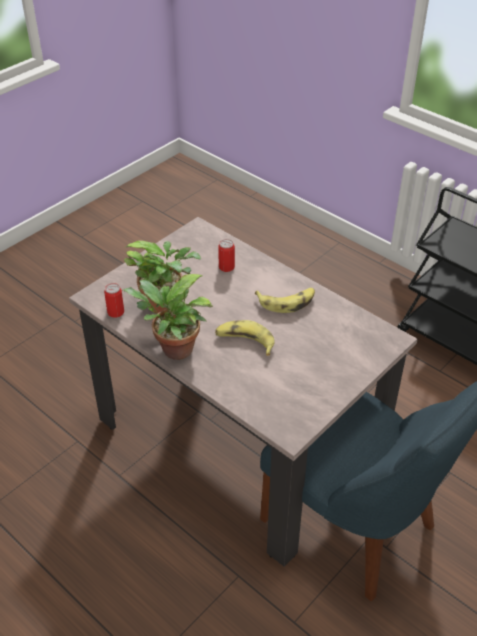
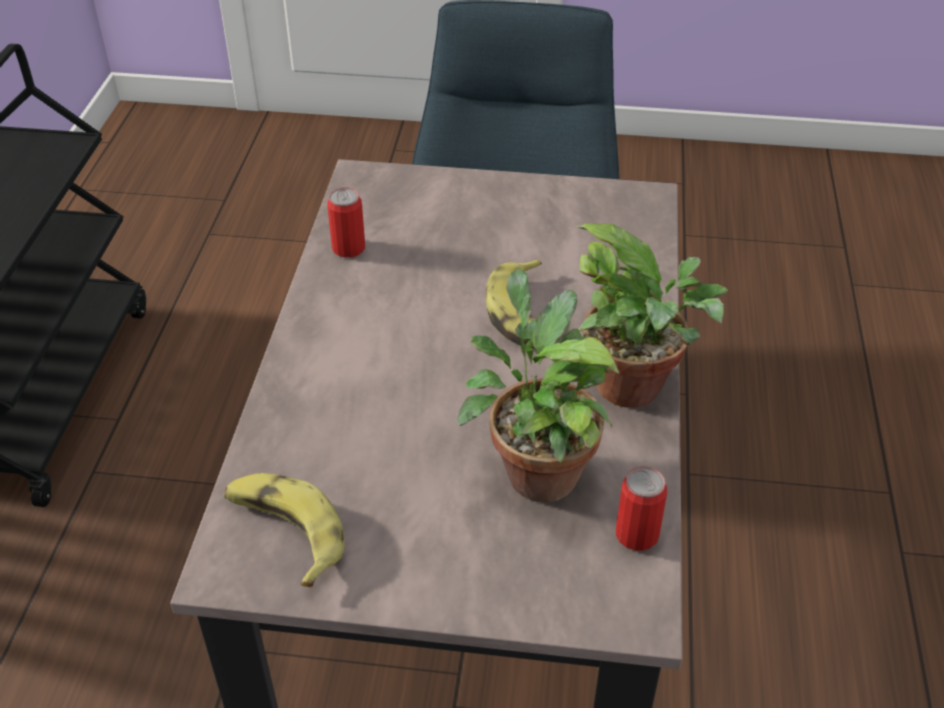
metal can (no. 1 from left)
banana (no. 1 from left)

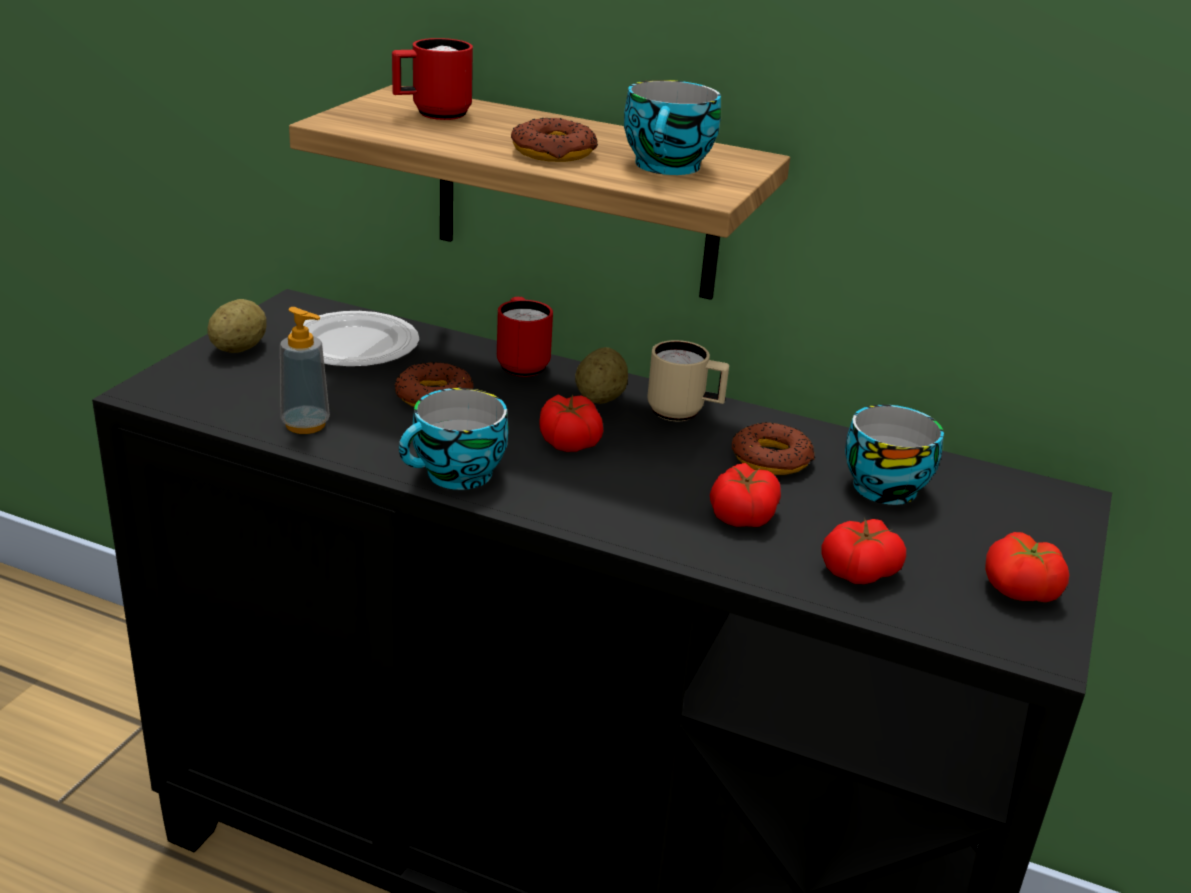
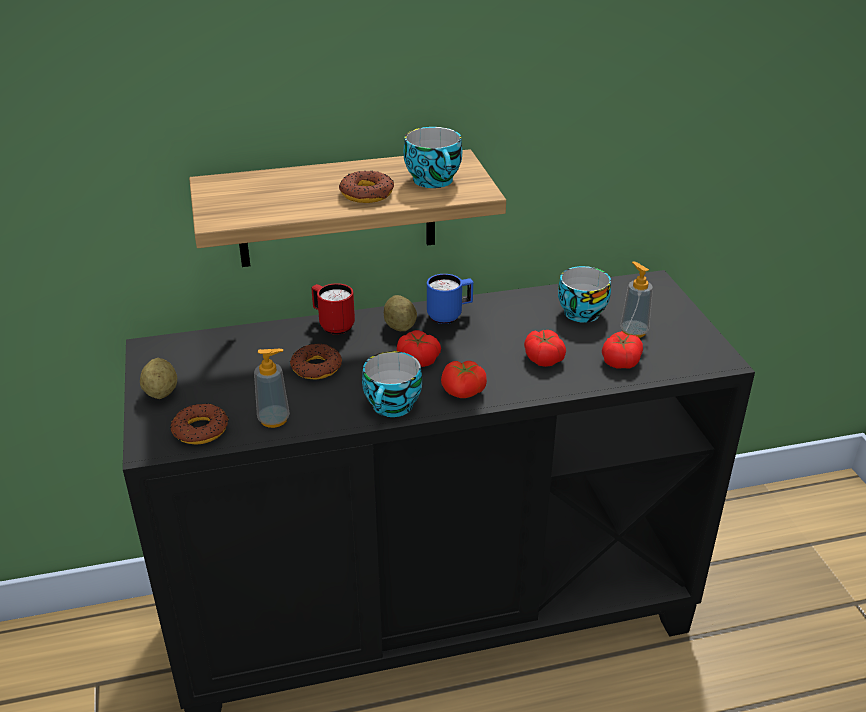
dinner plate
red-coloured mug (no. 1 from left in the first image)
bluish mug
ring doughnut (no. 1 from left)
fresh tomato (no. 2 from left)
soap bottle (no. 2 from left)

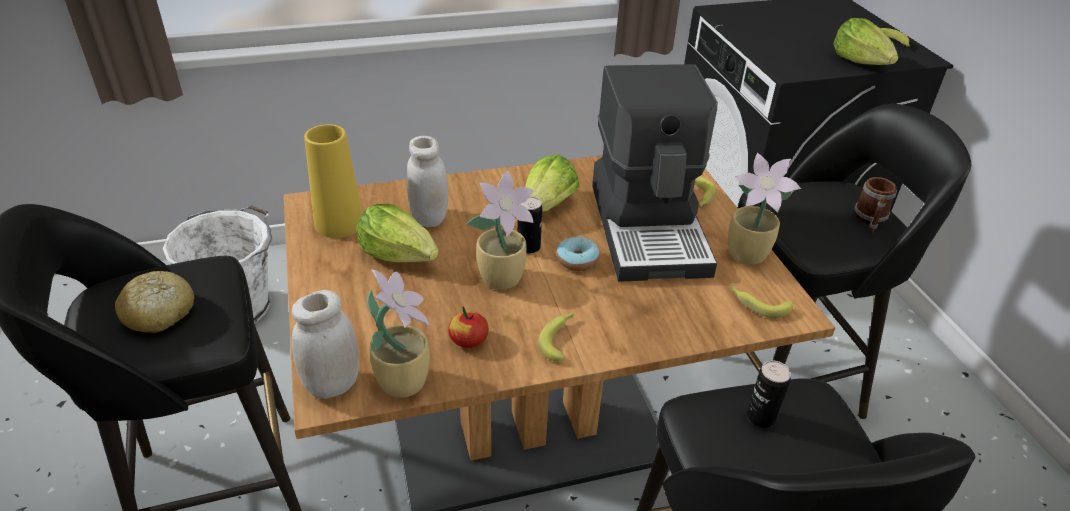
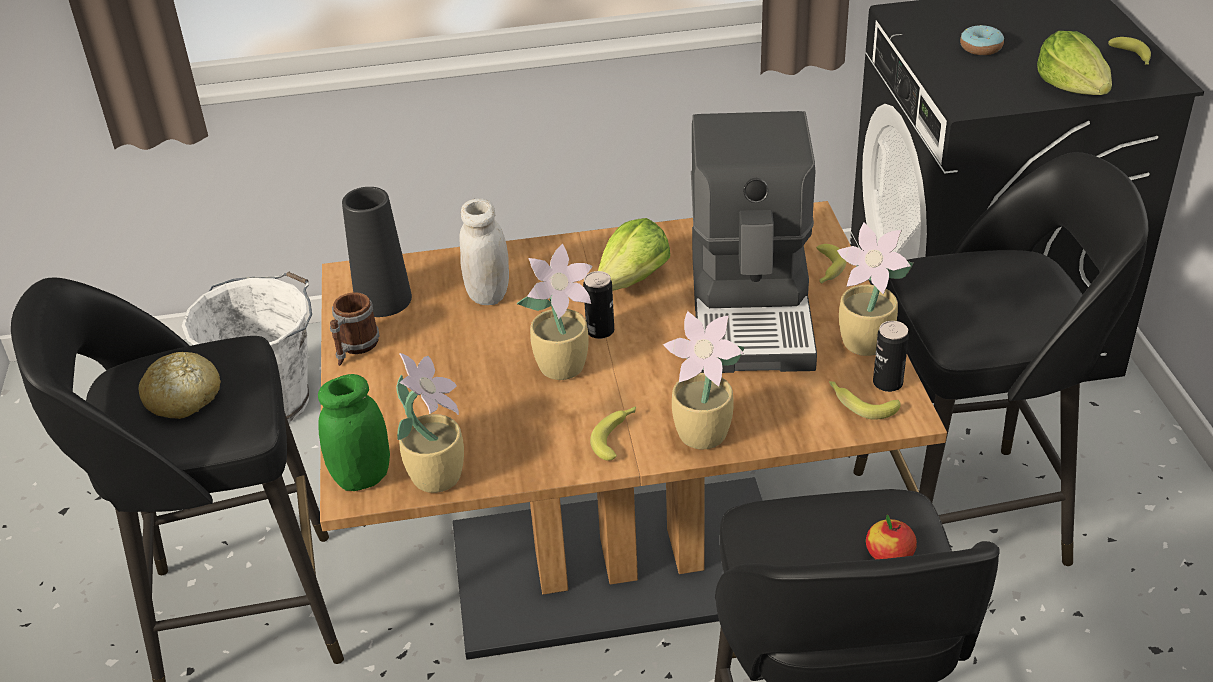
greenish preserve jar
black-coloured vase
lettuce head (no. 1 from left in the first image)
apple
ring doughnut
metal can (no. 2 from left)
mug
houseplant (no. 3 from left)

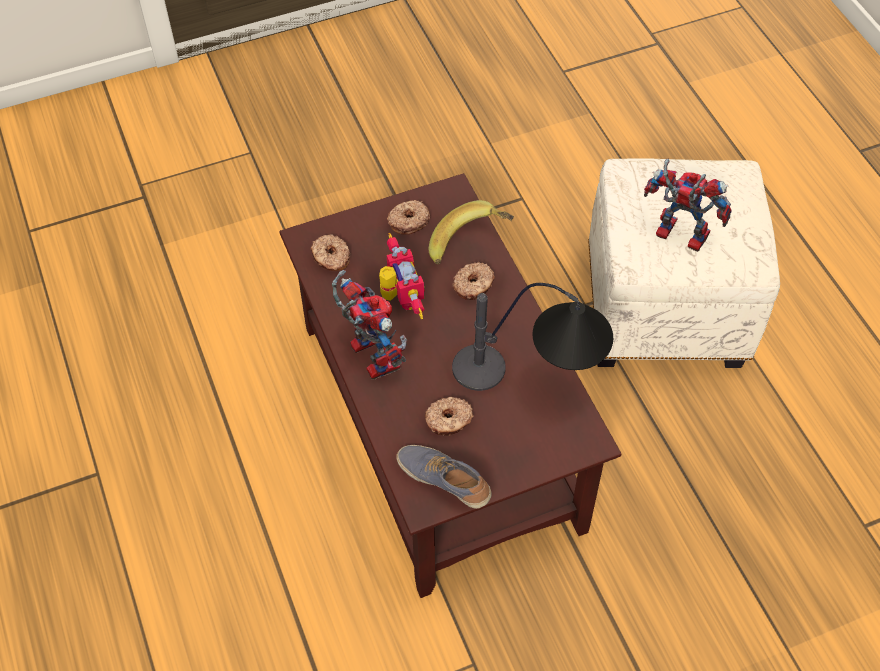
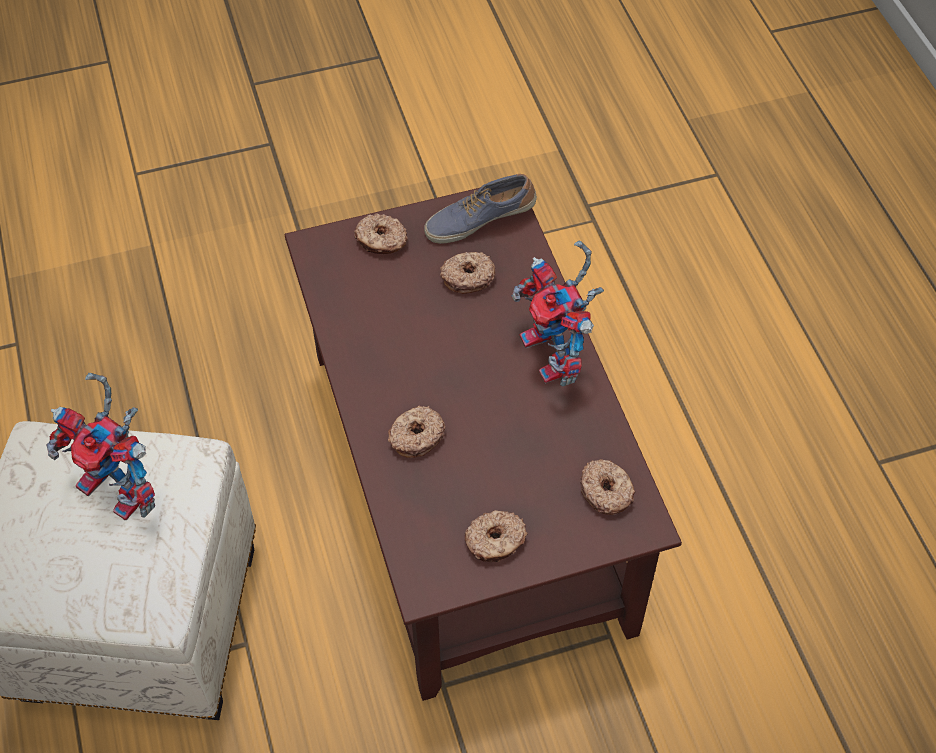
toy robot (no. 2 from left in the first image)
item of footwear
banana
tabletop lamp
ring doughnut (no. 1 from left)

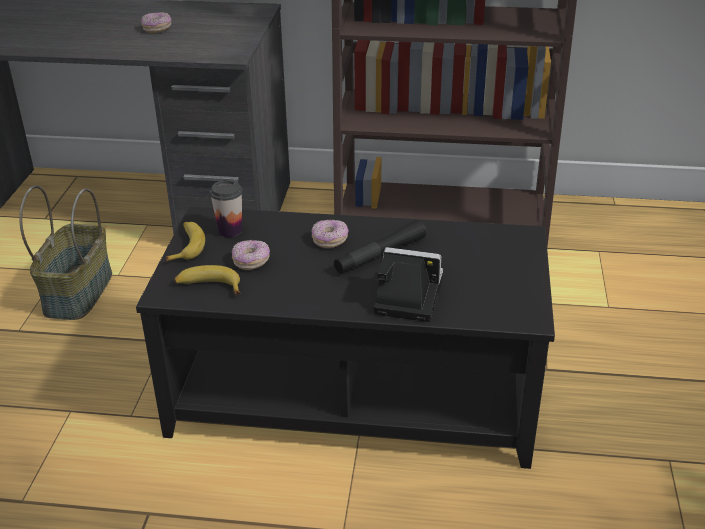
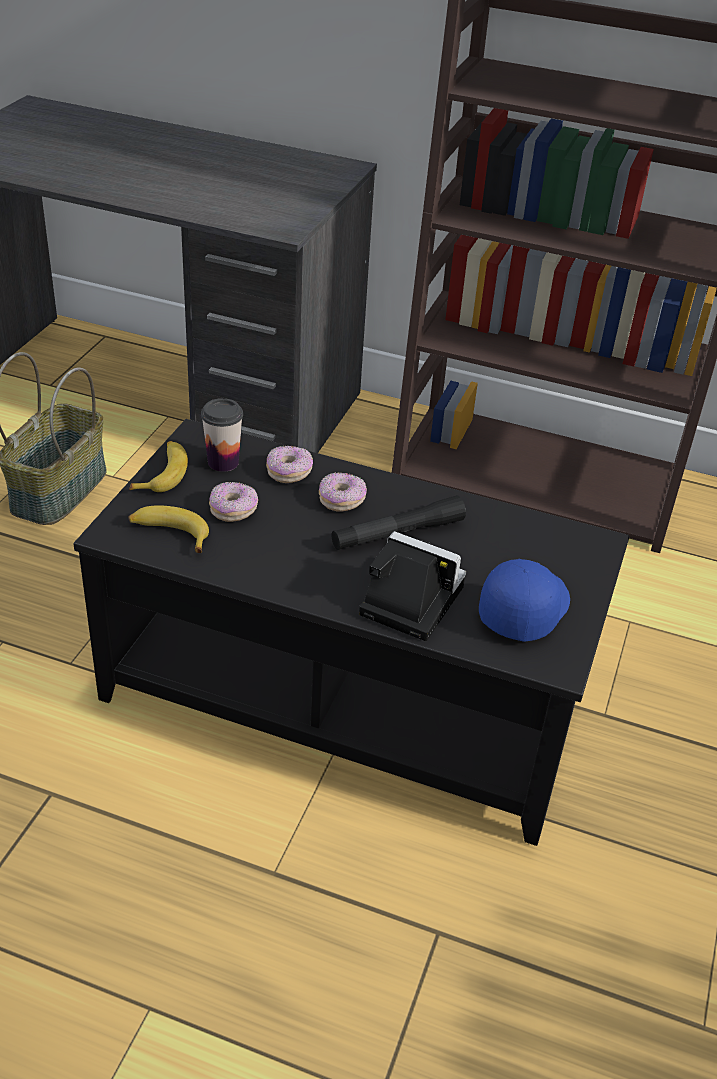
ring doughnut (no. 2 from left)
bluish cap

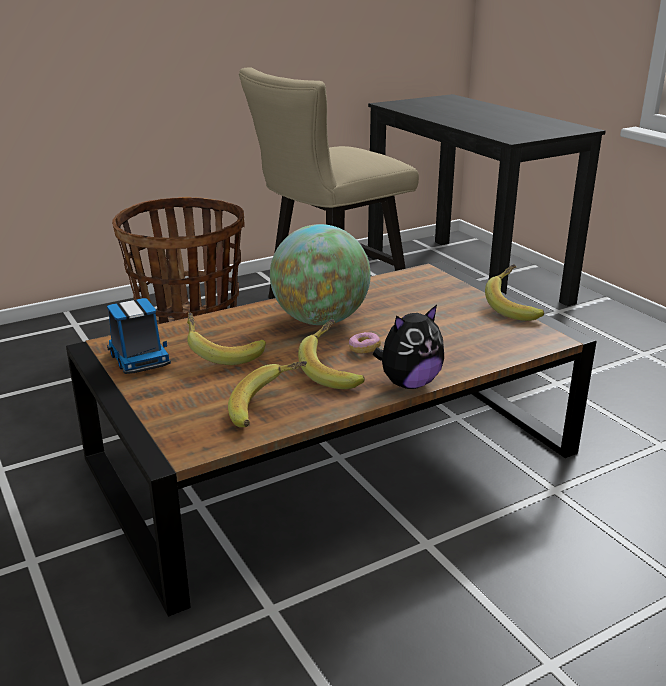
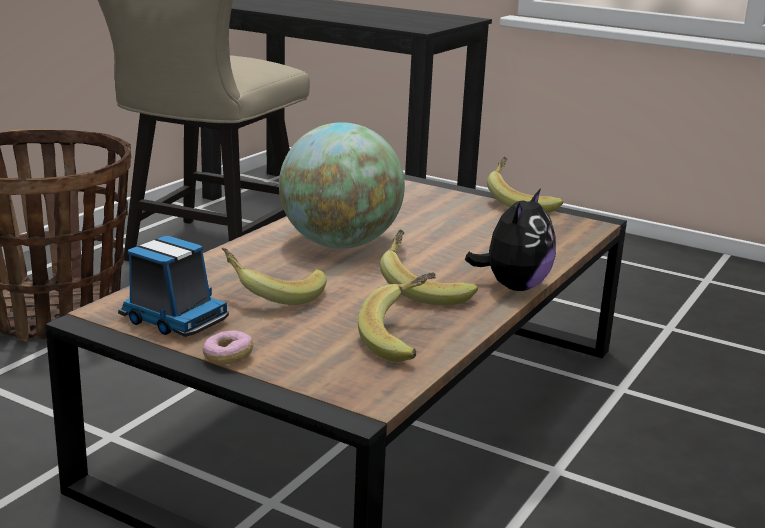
ring doughnut

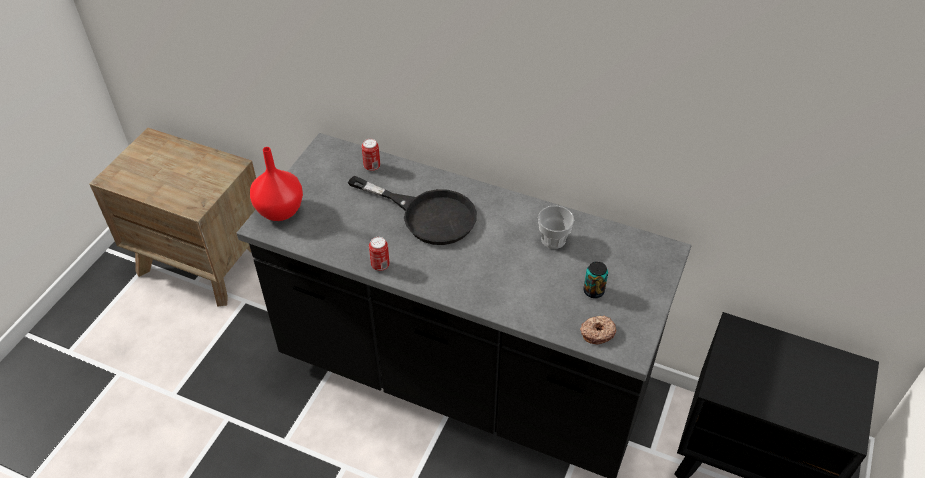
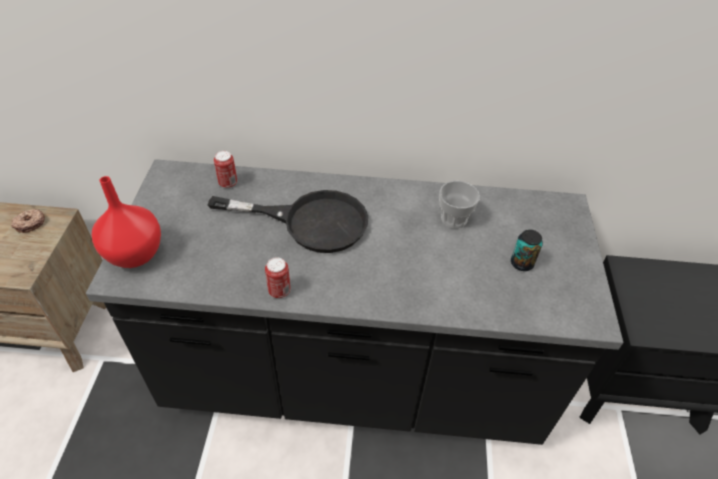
ring doughnut

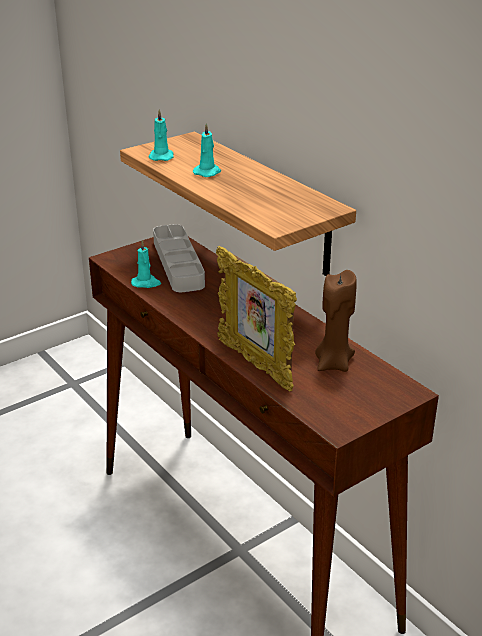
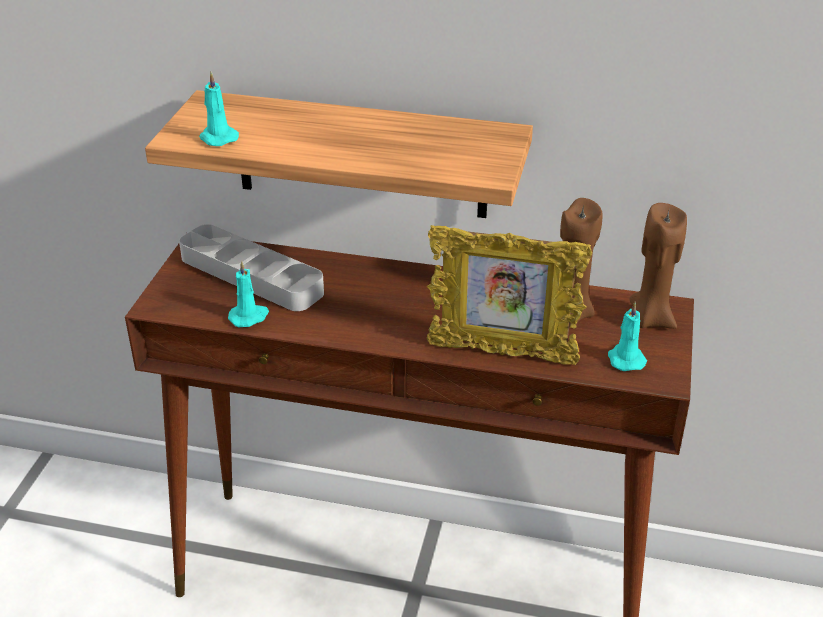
blue-green candle (no. 3 from left)
brown candle (no. 2 from left)

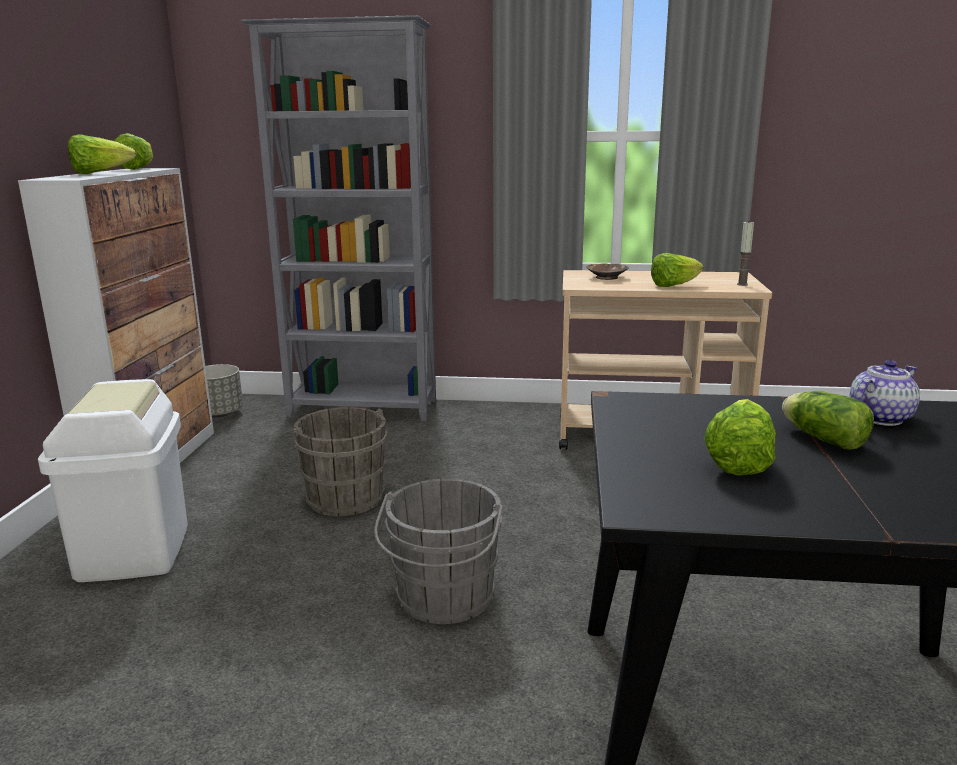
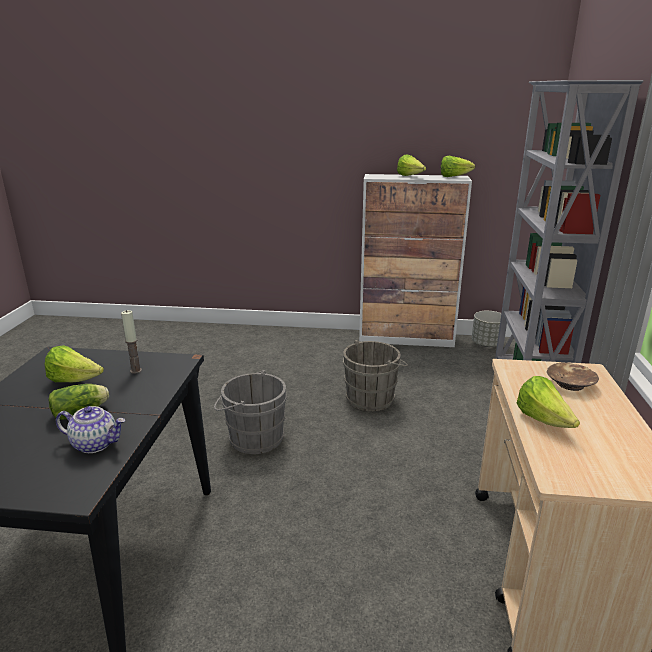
white-coloured waste bin
candle
teapot

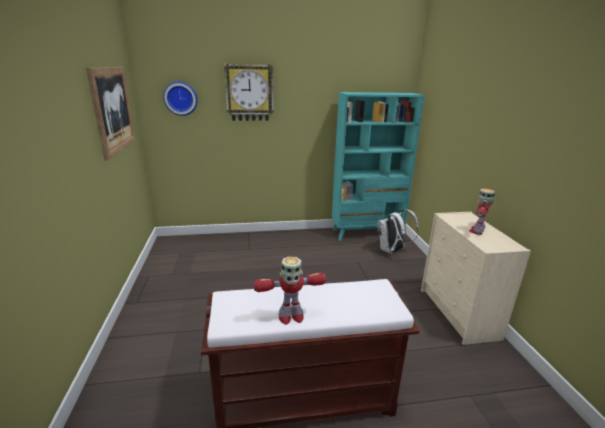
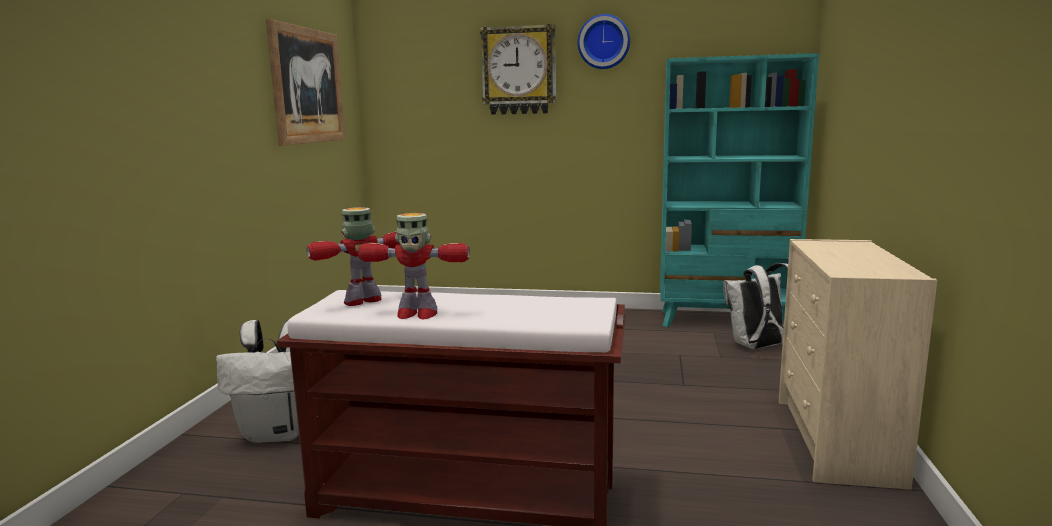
hanging clock (no. 2 from left)
toy robot (no. 1 from left)
white-coloured knapsack (no. 1 from left)

